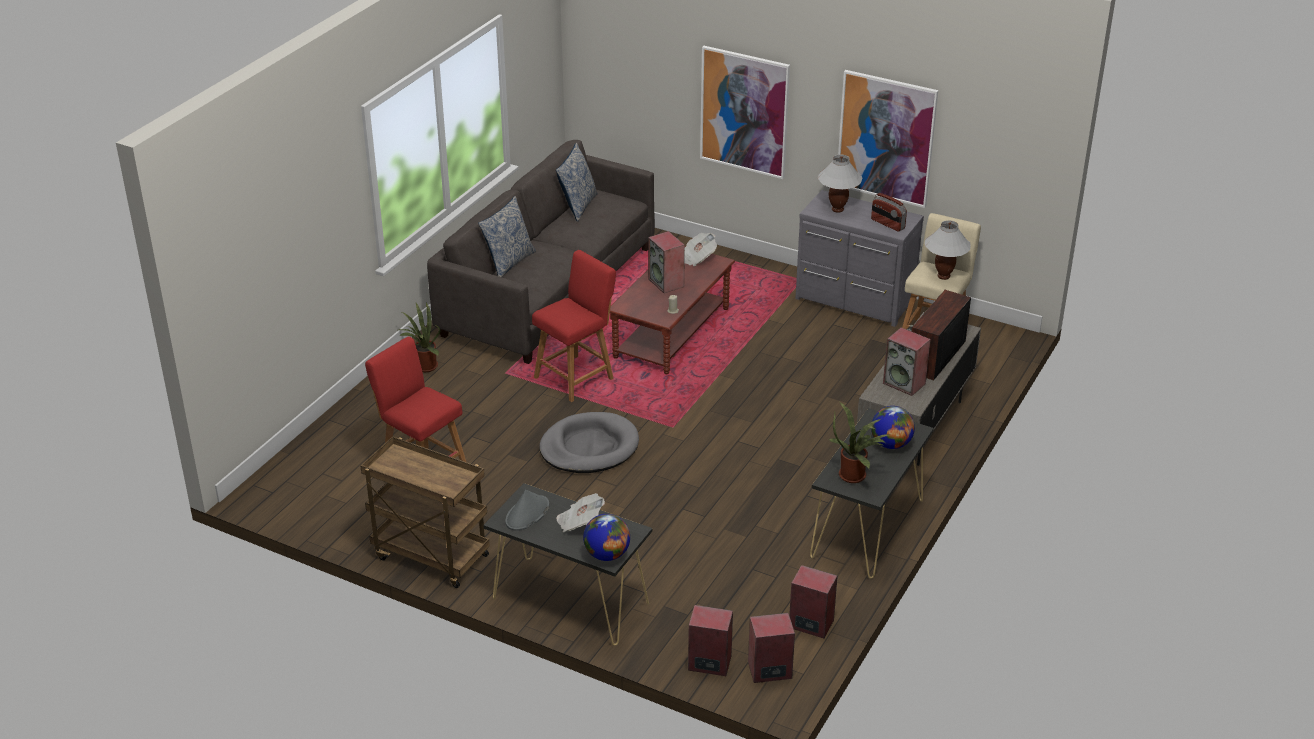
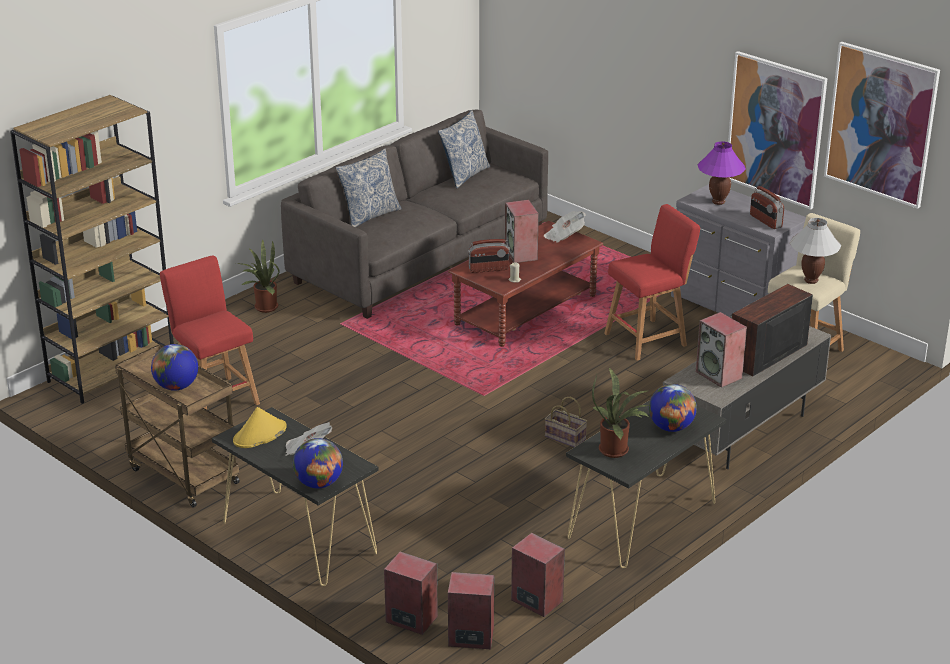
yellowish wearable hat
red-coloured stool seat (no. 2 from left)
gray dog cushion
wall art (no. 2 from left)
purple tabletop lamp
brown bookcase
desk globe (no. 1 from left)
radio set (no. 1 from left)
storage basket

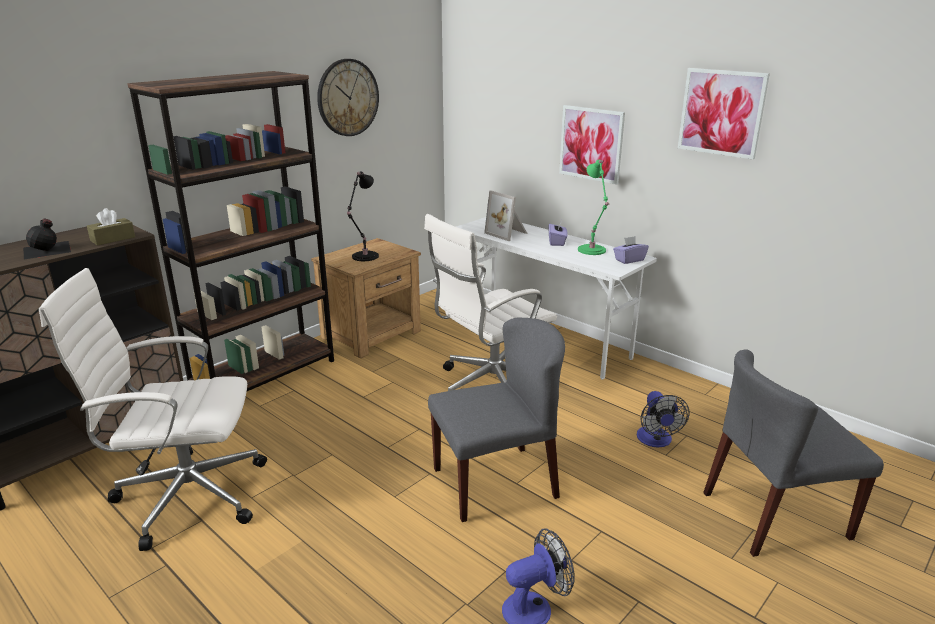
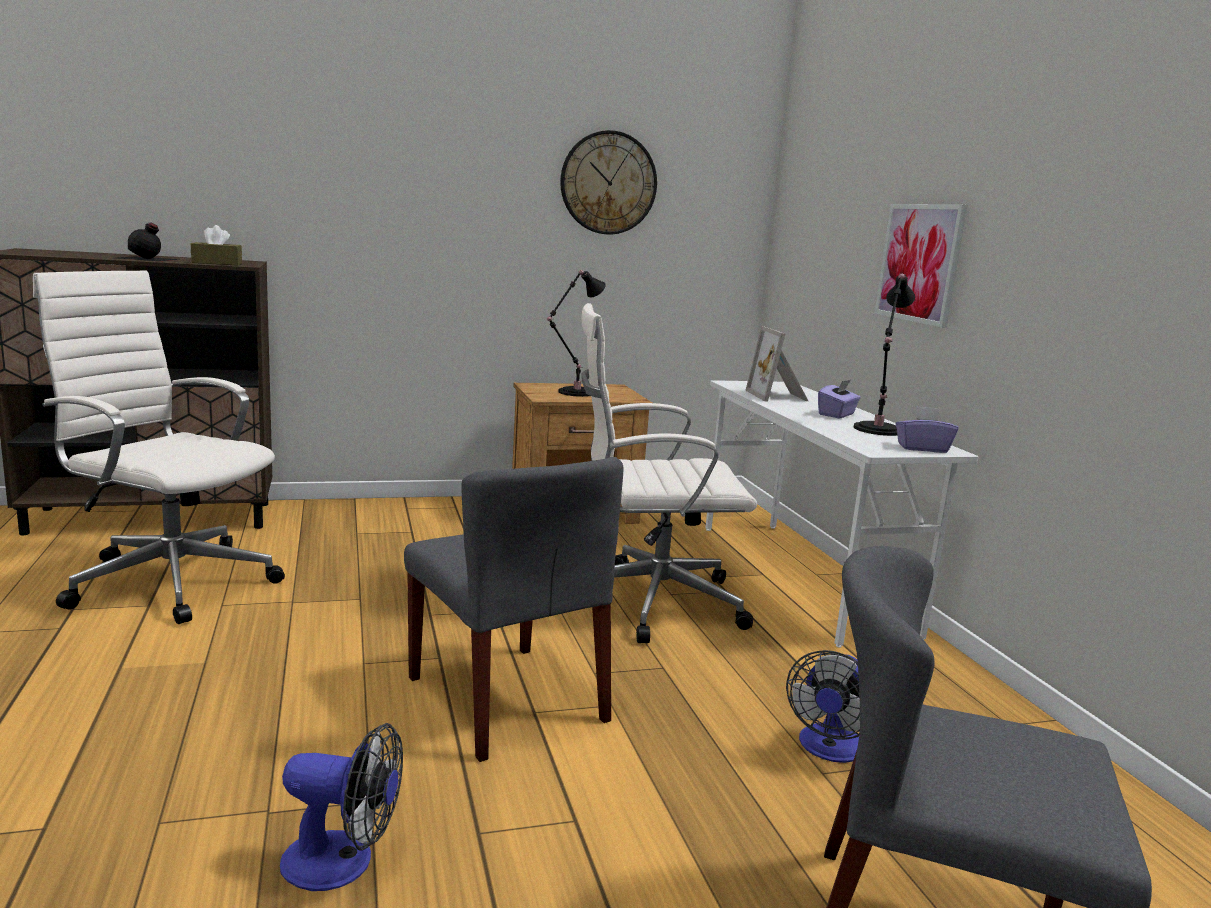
brown bookcase
gray chair (no. 1 from left)
black-coloured tabletop lamp (no. 2 from left)
wall art (no. 2 from left in the first image)

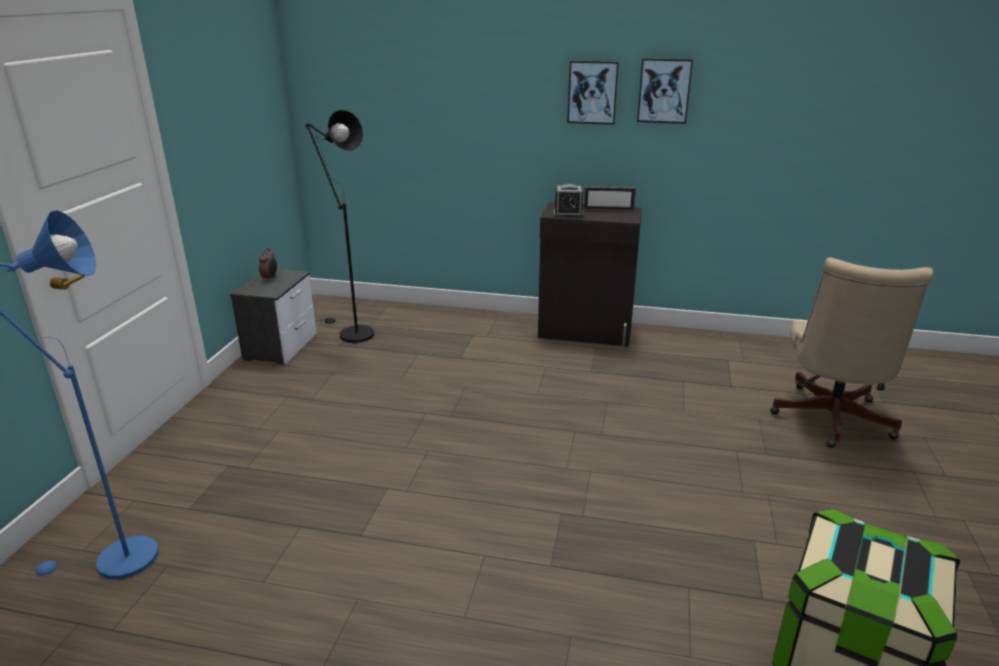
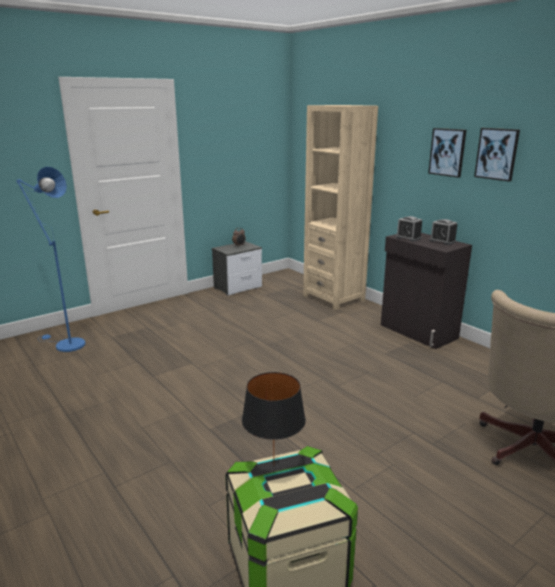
black-coloured standard lamp
alarm clock (no. 3 from left)
black-coloured tabletop lamp
beige-coloured bookcase

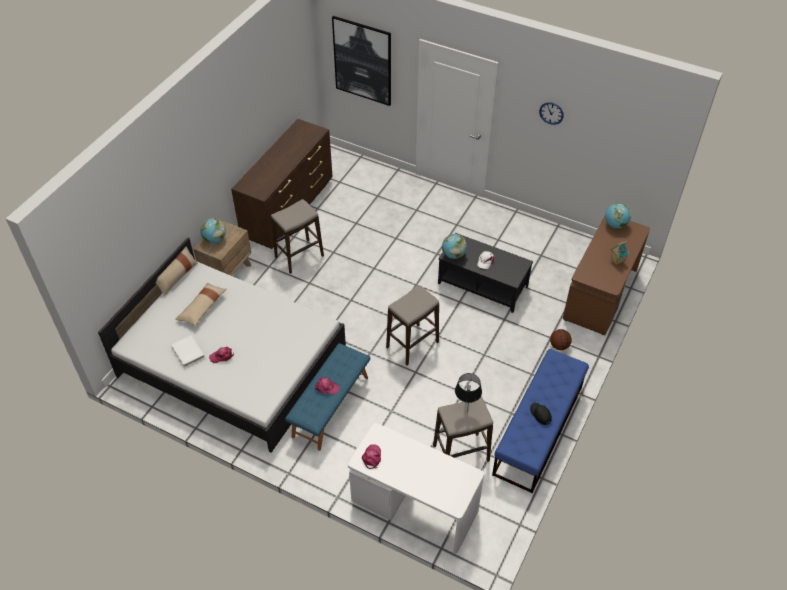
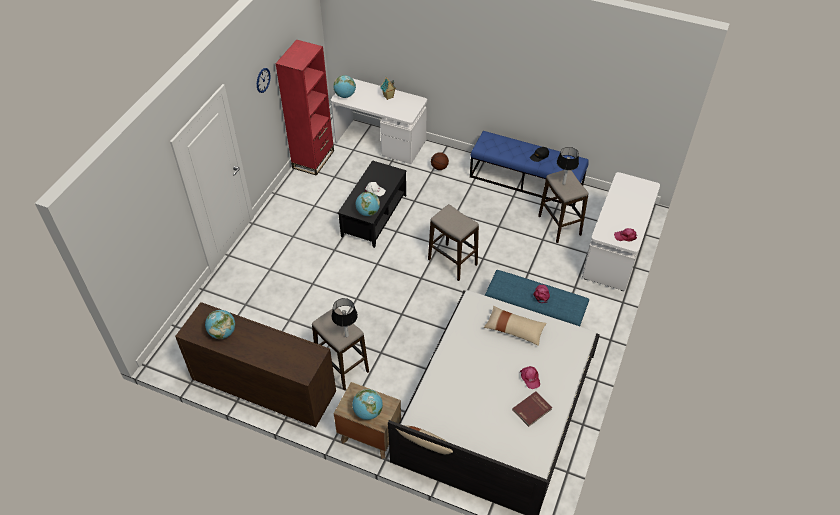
red-coloured bound book
beige-coloured cushion (no. 2 from left)
wall art
white-coloured desk unit (no. 1 from left)
desk globe (no. 1 from left)
red-coloured bookcase
tabletop lamp (no. 1 from left)

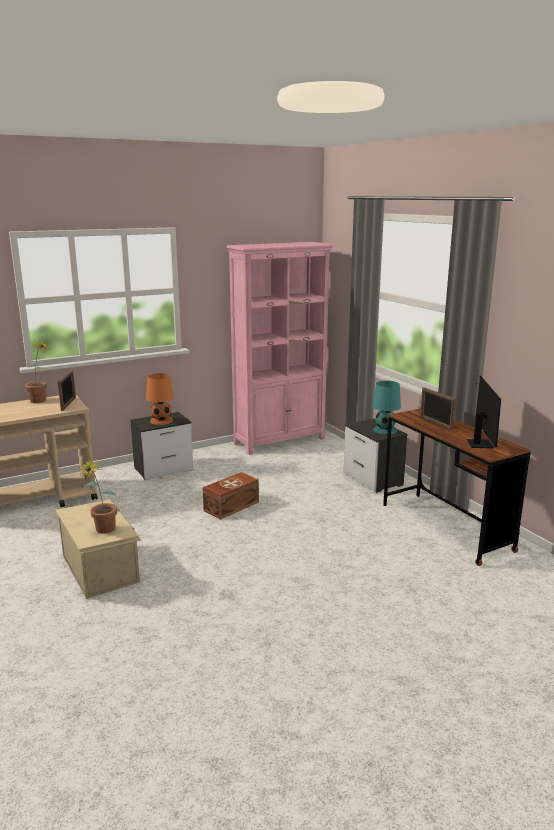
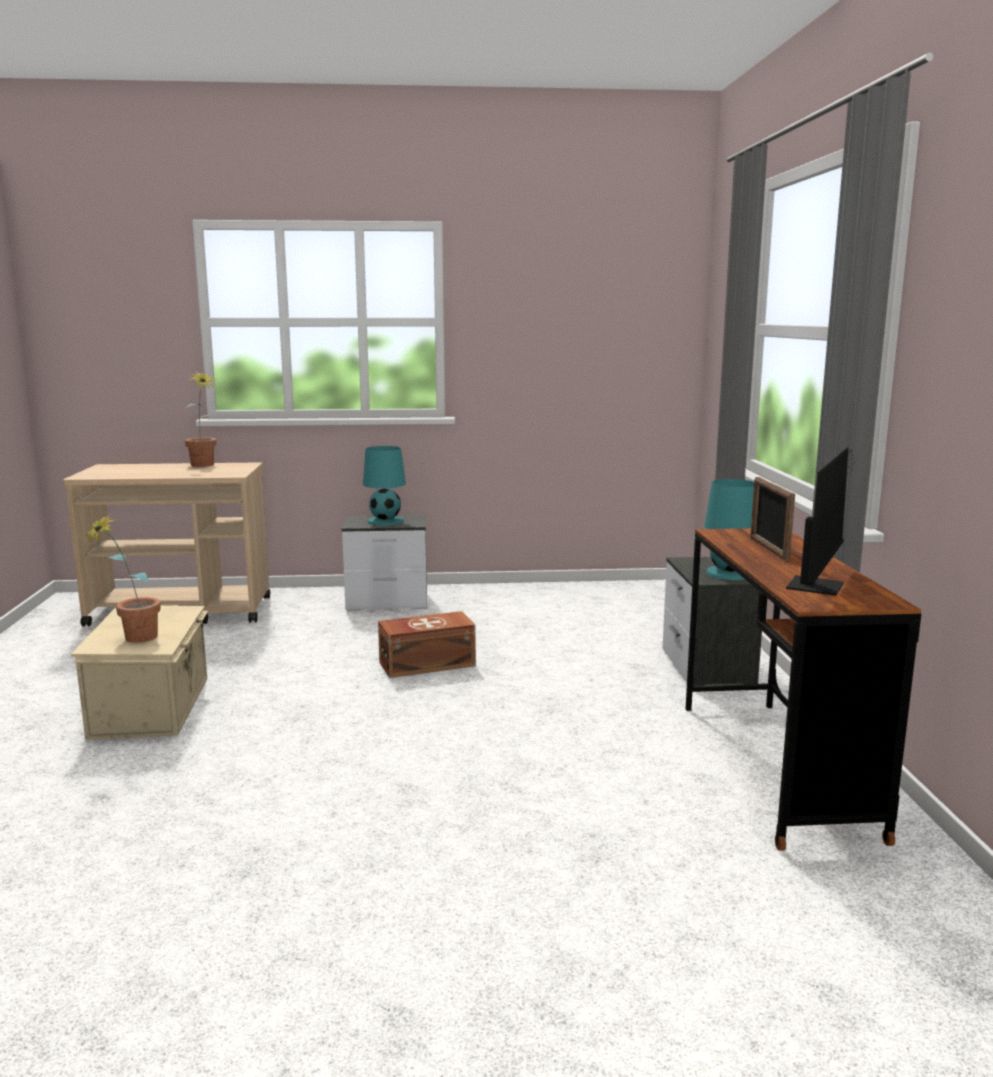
picture frame (no. 1 from left in the first image)
blue-green tabletop lamp (no. 1 from left)
pinkish bookcase

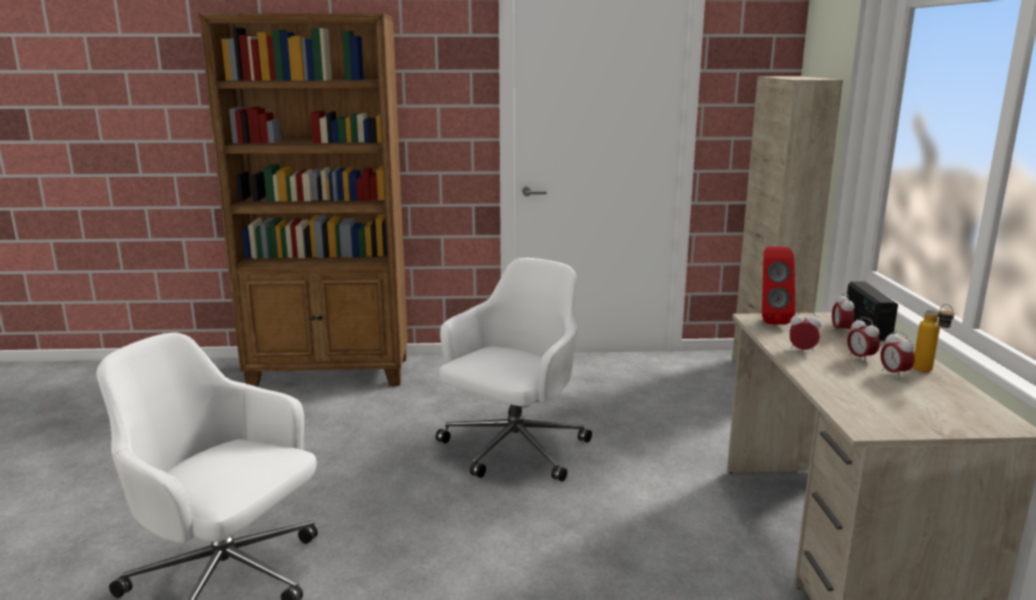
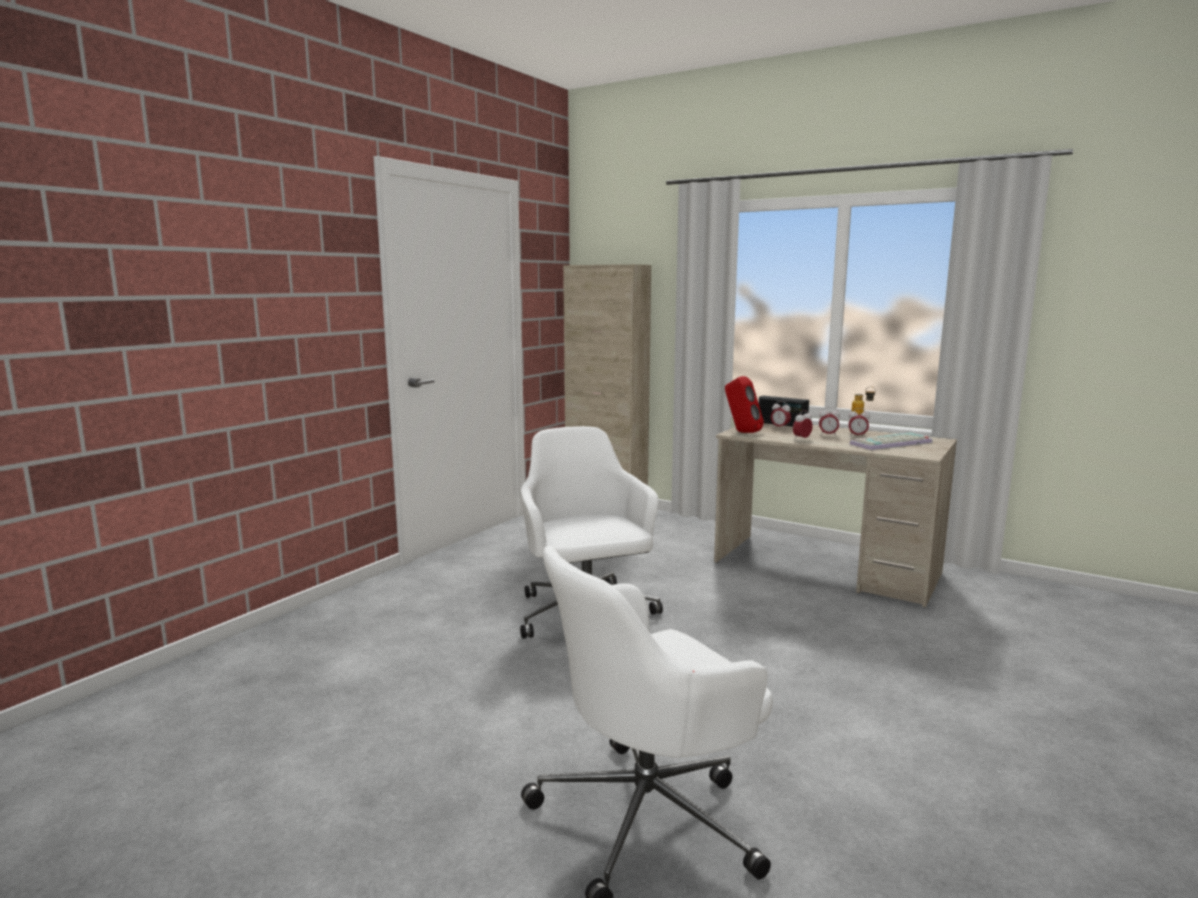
brown bookcase
keyboard

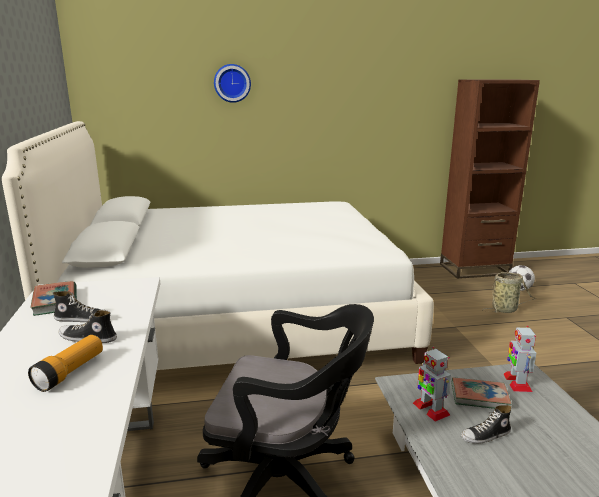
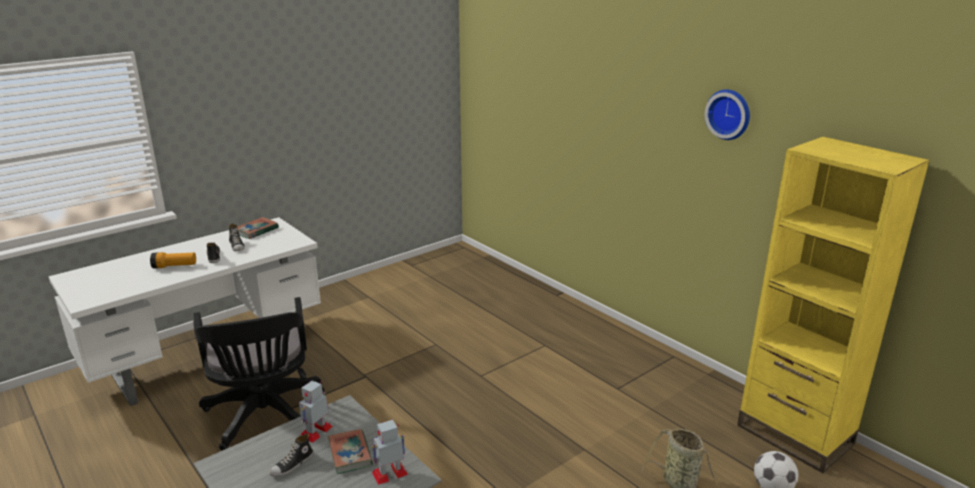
white-coloured bed
hanging clock
yellowish bookcase
item of footwear (no. 3 from left)

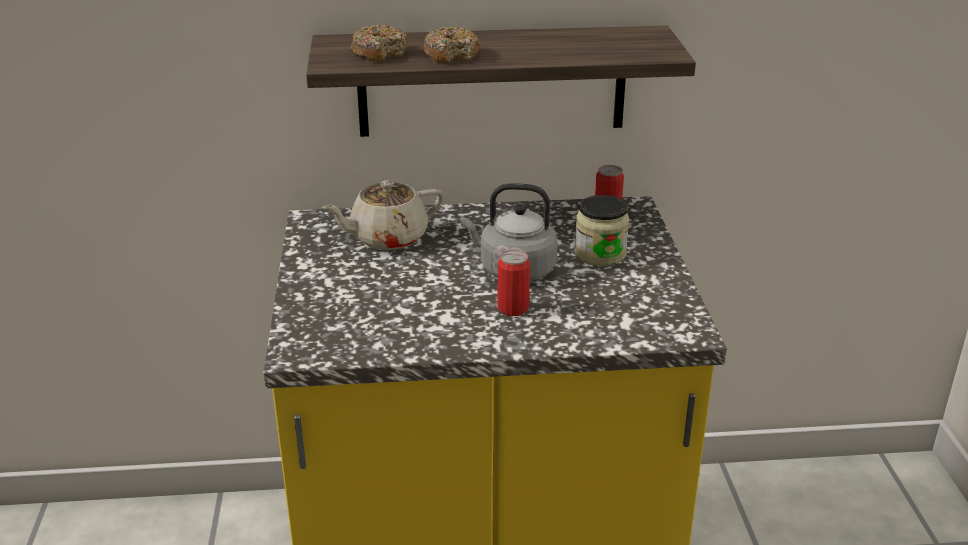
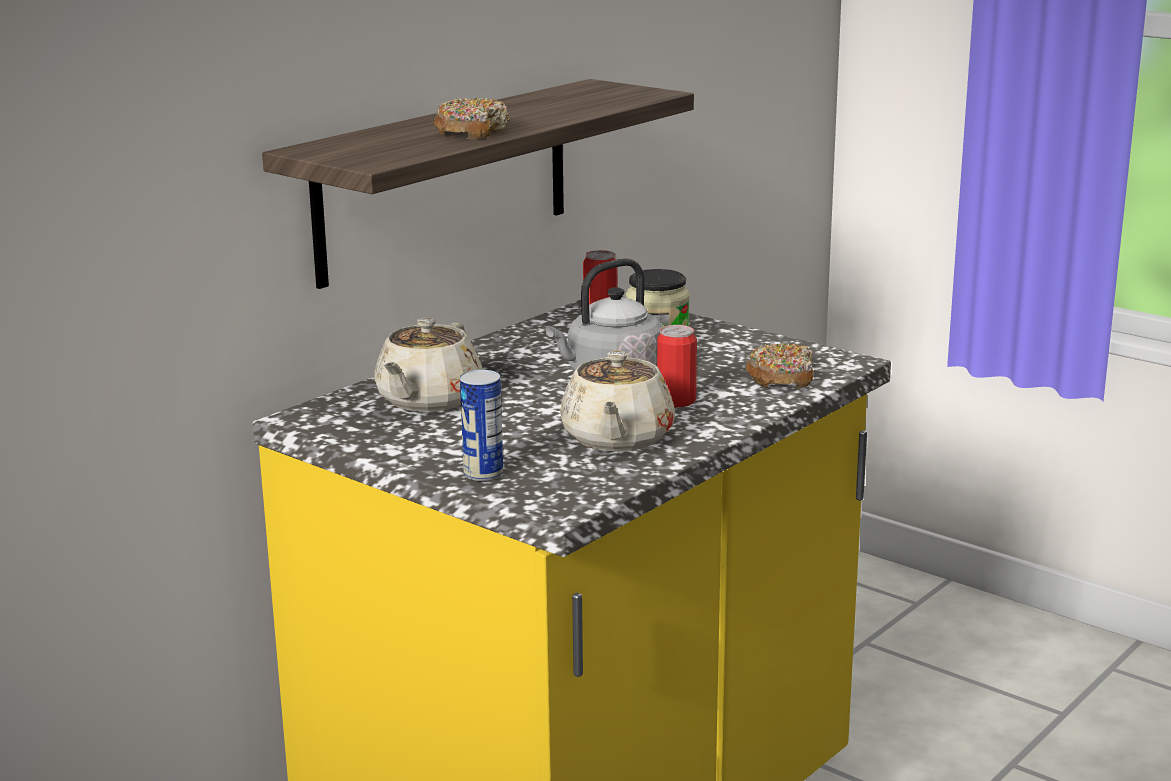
ring doughnut (no. 2 from left)
metal can (no. 1 from left)
beige-coloured teapot (no. 2 from left)

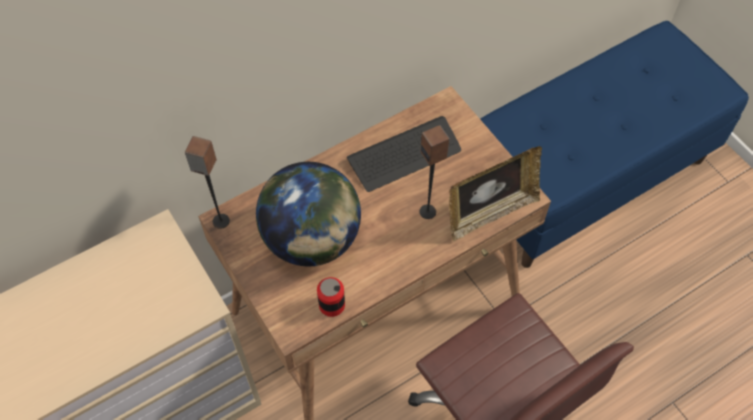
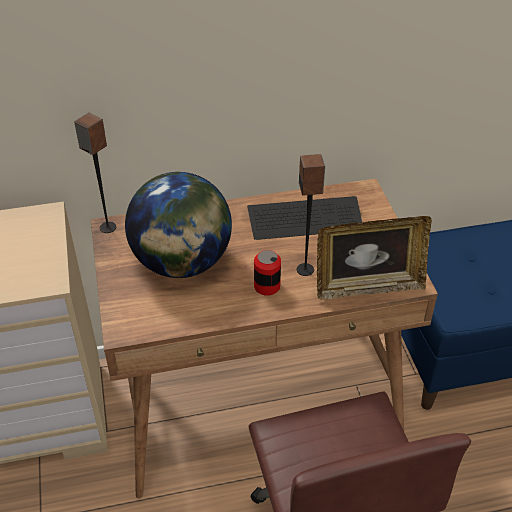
metal can

